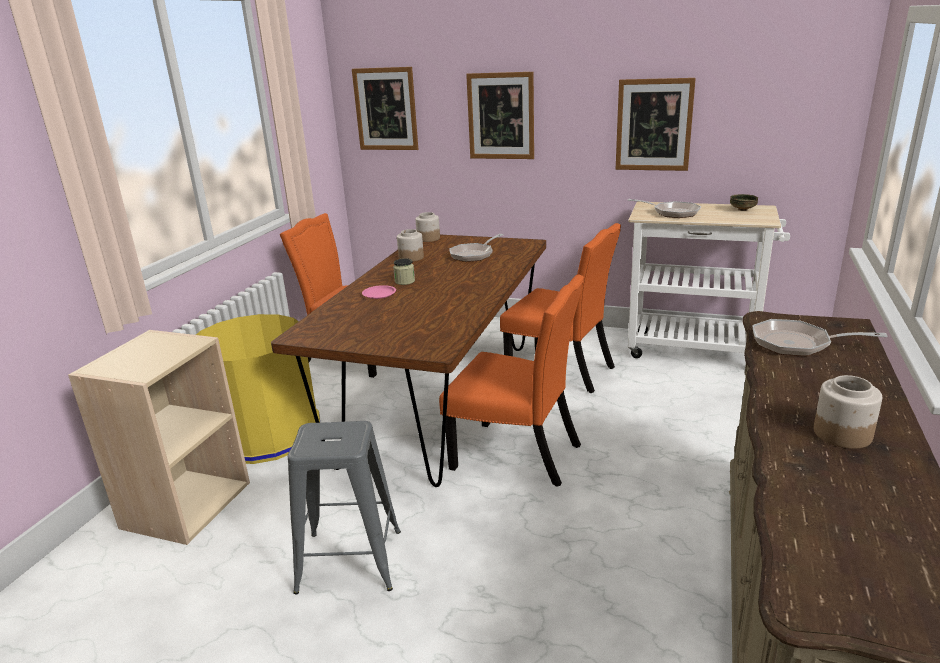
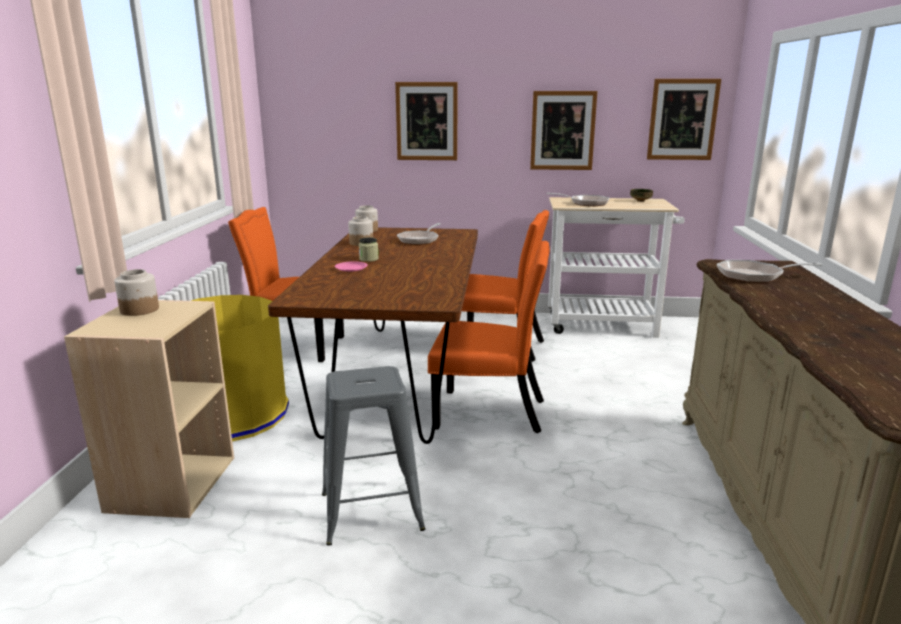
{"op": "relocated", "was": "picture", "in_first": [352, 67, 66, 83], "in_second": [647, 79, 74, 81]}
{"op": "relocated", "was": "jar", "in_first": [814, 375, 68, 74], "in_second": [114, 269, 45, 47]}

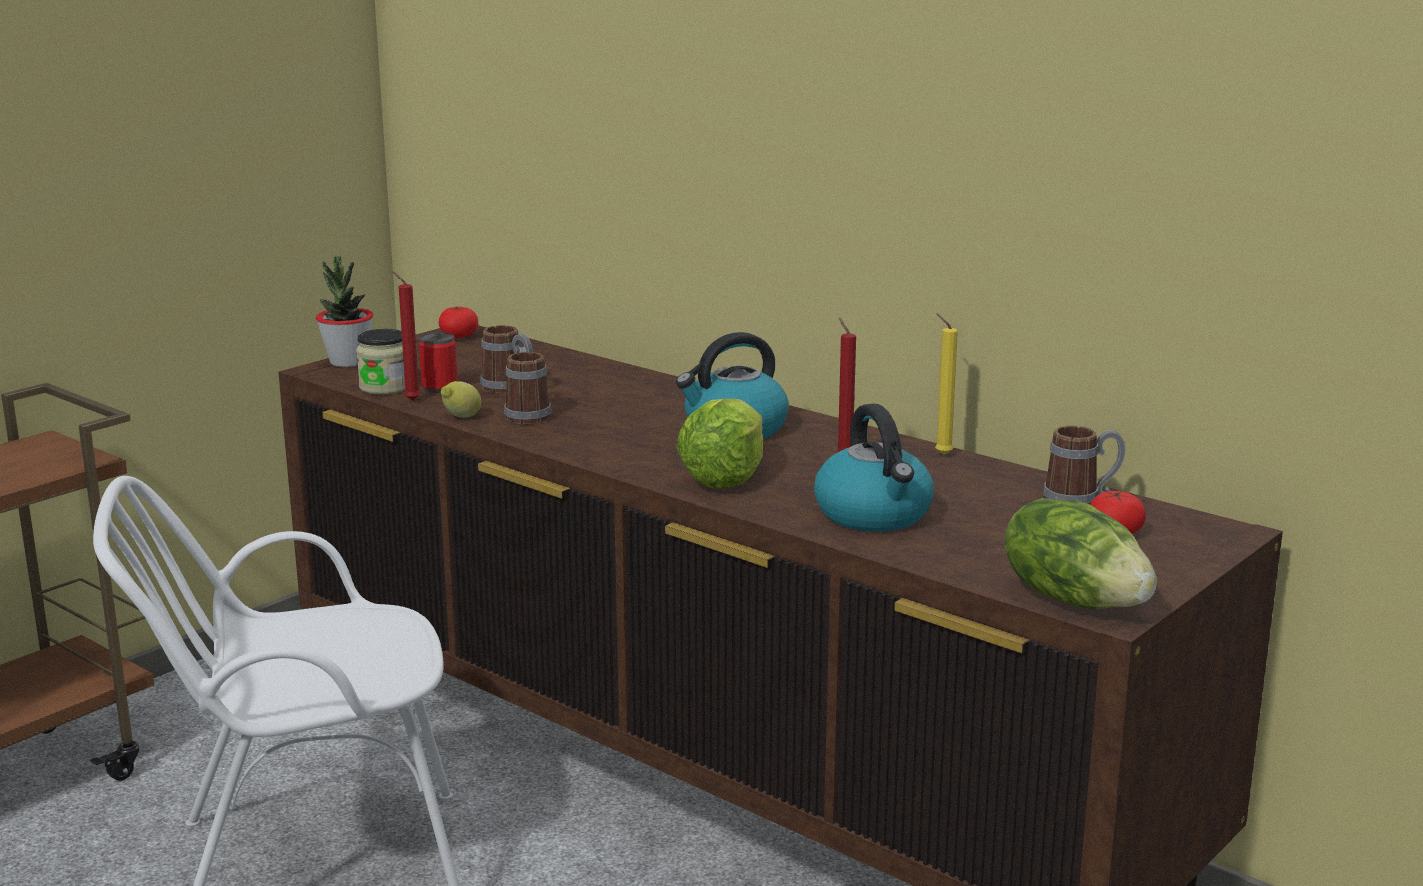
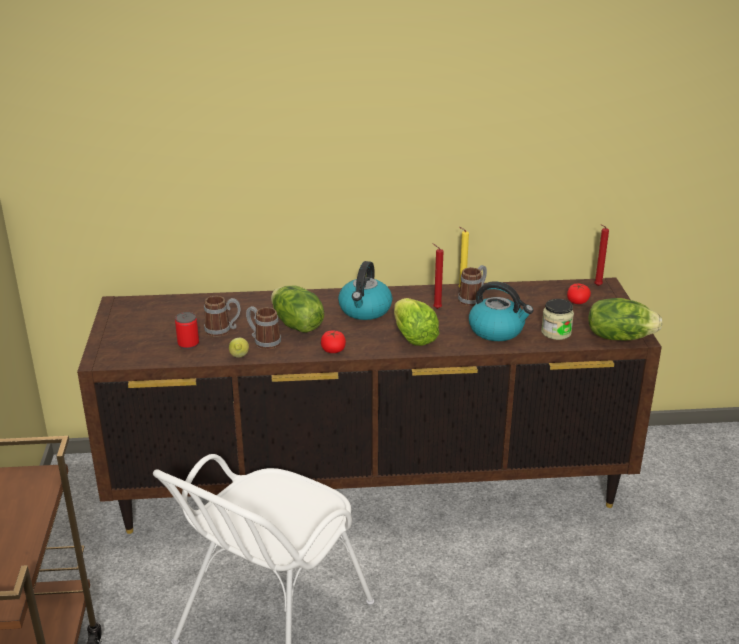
{"op": "missing", "was": "potted plant", "in_first": [316, 256, 57, 111]}
{"op": "relocated", "was": "candle in red", "in_first": [392, 271, 29, 130], "in_second": [594, 224, 15, 62]}
{"op": "relocated", "was": "tomato", "in_first": [439, 306, 39, 32], "in_second": [321, 331, 25, 22]}
{"op": "relocated", "was": "jar", "in_first": [356, 329, 49, 66], "in_second": [541, 299, 33, 41]}
{"op": "relocated", "was": "mug", "in_first": [1043, 426, 83, 78], "in_second": [458, 265, 29, 41]}
{"op": "appeared", "now": "lettuce", "in_second": [271, 286, 53, 47]}

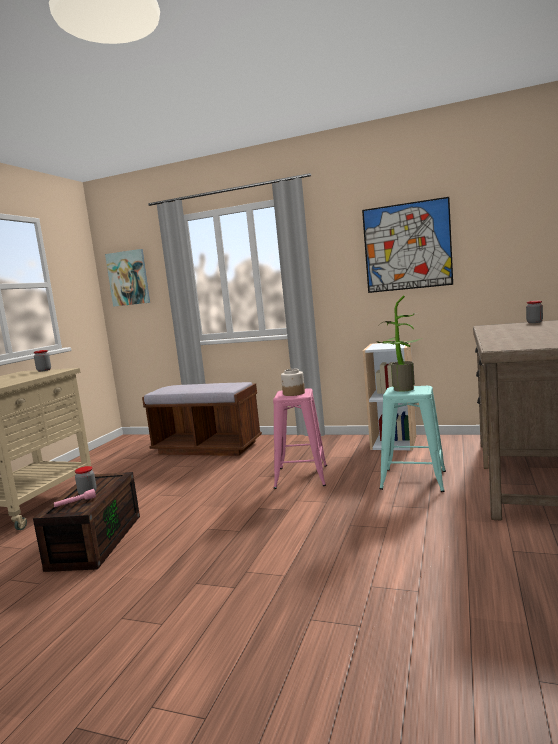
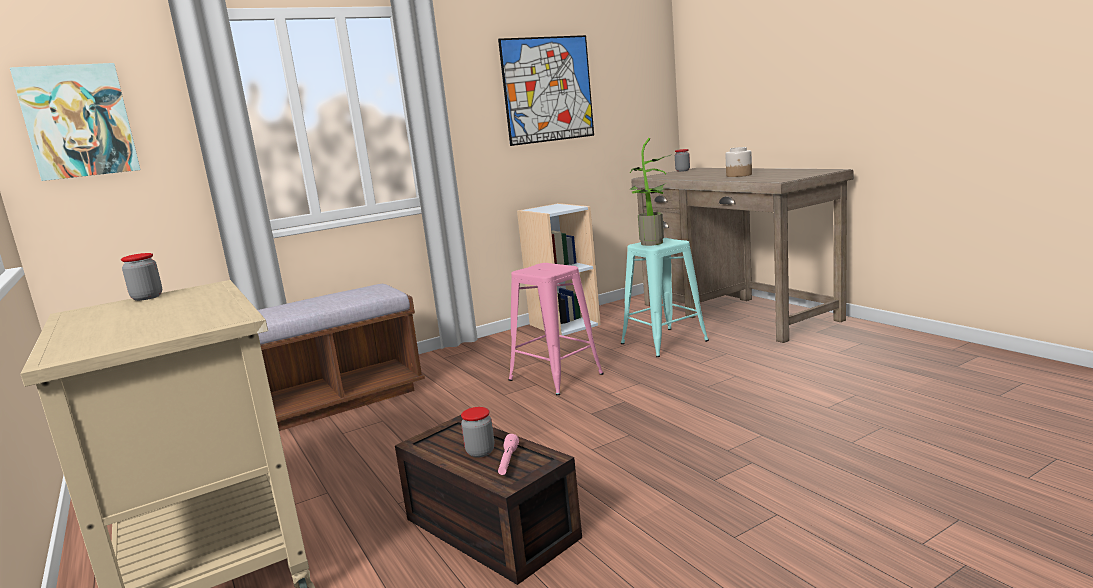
{"op": "relocated", "was": "jar", "in_first": [281, 369, 24, 27], "in_second": [725, 147, 27, 30]}

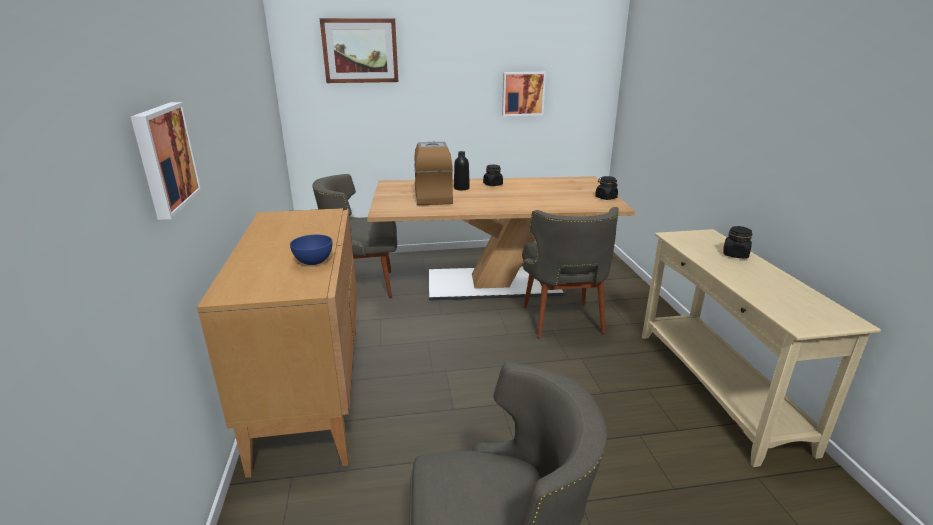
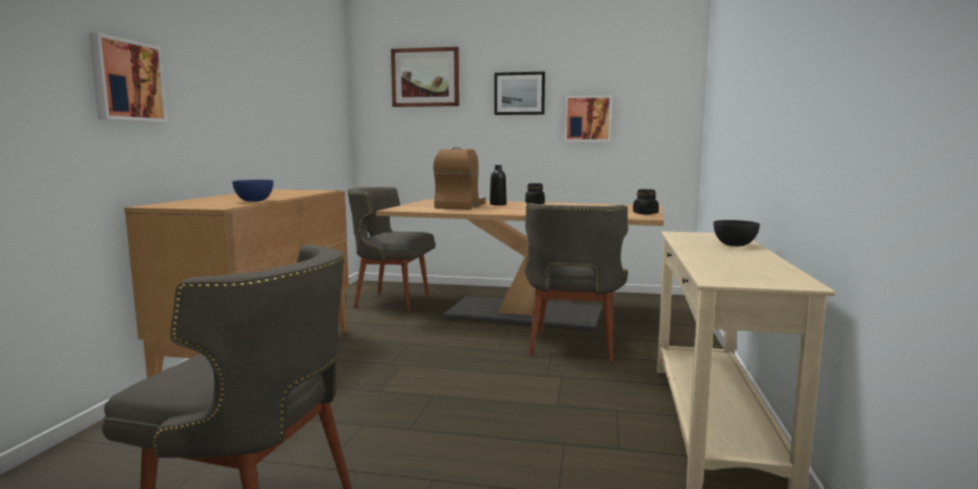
{"op": "exchanged", "was": "jar in black", "now": "bowl in grey", "in_first": [723, 226, 29, 33], "in_second": [714, 220, 46, 26]}
{"op": "appeared", "now": "picture", "in_second": [494, 72, 51, 43]}

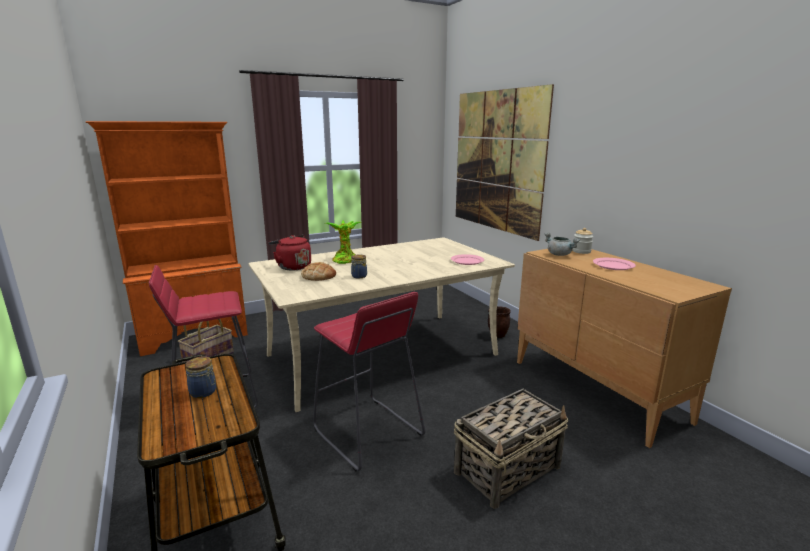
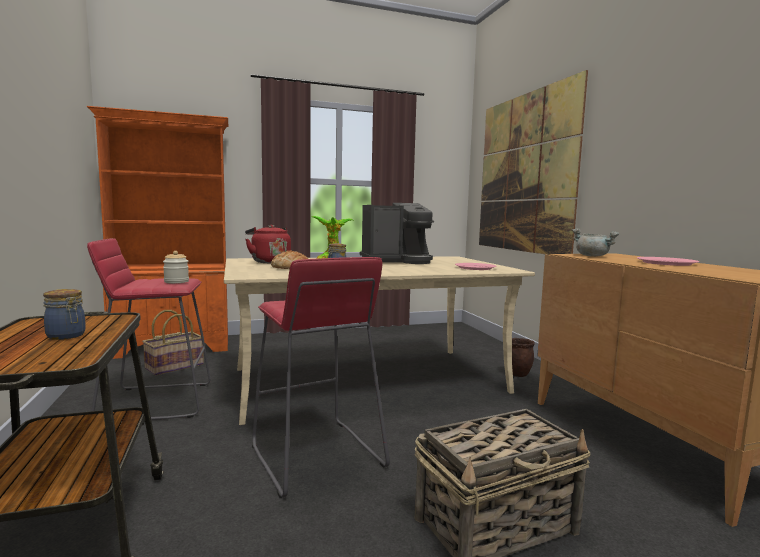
{"op": "relocated", "was": "jar", "in_first": [573, 228, 20, 26], "in_second": [163, 251, 26, 32]}
{"op": "appeared", "now": "coffee machine", "in_second": [360, 203, 74, 61]}

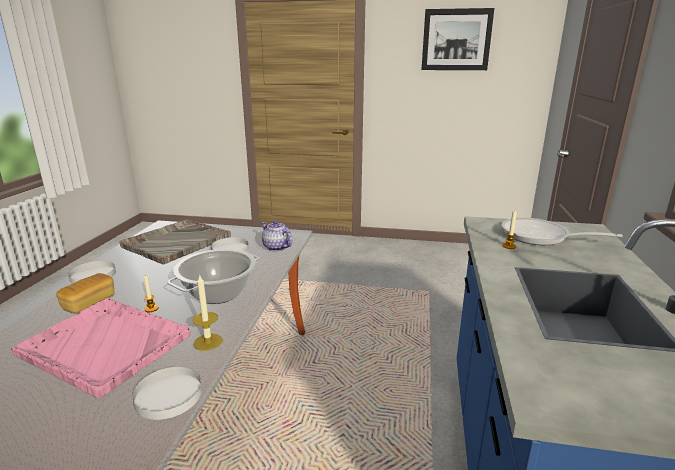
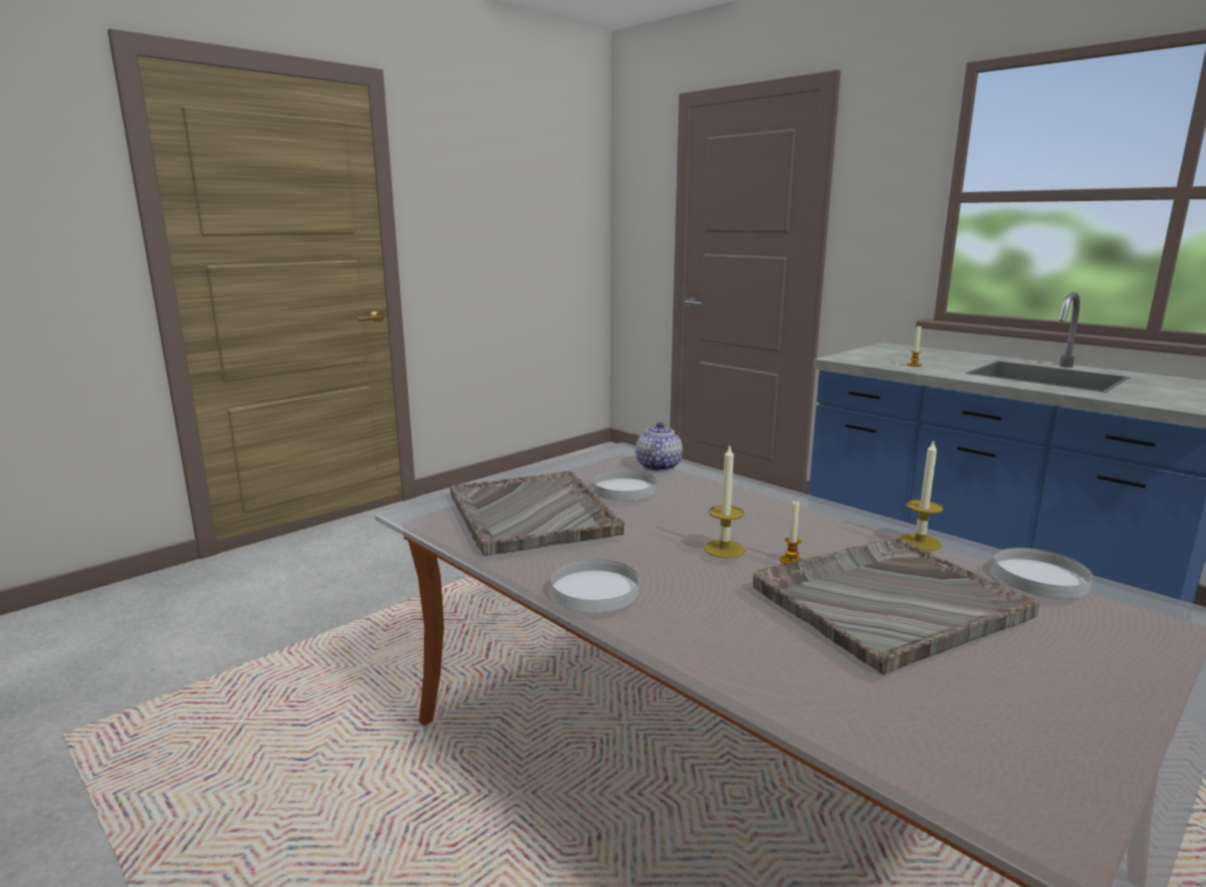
{"op": "missing", "was": "picture", "in_first": [422, 8, 72, 62]}
{"op": "missing", "was": "frying pan", "in_first": [502, 218, 121, 27]}
{"op": "spun", "was": "teapot", "in_first": [261, 221, 31, 30], "in_second": [636, 422, 47, 50], "clockwise": 105}
{"op": "missing", "was": "cooking pot", "in_first": [167, 249, 93, 55]}
{"op": "missing", "was": "bread", "in_first": [56, 273, 59, 40]}
{"op": "colour", "was": "tray in pink", "now": "tray in grey", "in_first": [11, 298, 179, 100], "in_second": [753, 537, 287, 138]}
{"op": "appeared", "now": "candle", "in_second": [704, 444, 41, 114]}

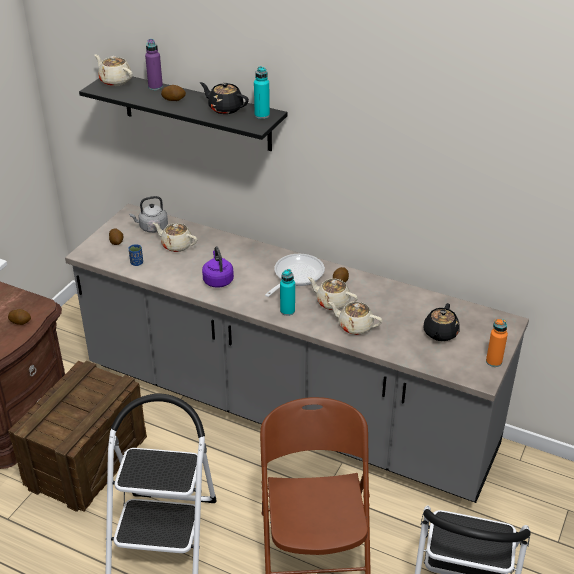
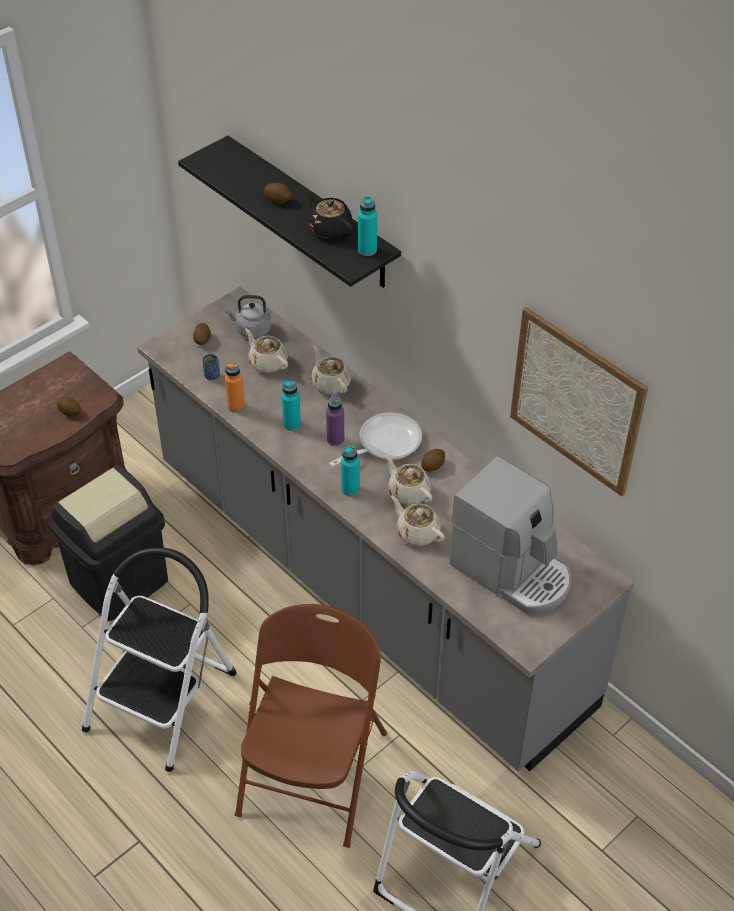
{"op": "relocated", "was": "bottle in purple", "in_first": [145, 39, 18, 51], "in_second": [326, 393, 18, 53]}
{"op": "relocated", "was": "teapot in beige", "in_first": [94, 54, 39, 32], "in_second": [311, 346, 40, 48]}
{"op": "exchanged", "was": "kettle in purple", "now": "bottle in turquoise", "in_first": [202, 247, 32, 41], "in_second": [282, 380, 19, 51]}
{"op": "exchanged", "was": "teapot in black", "now": "coffee machine", "in_first": [423, 303, 37, 38], "in_second": [449, 456, 122, 157]}
{"op": "relocated", "was": "bottle in orange", "in_first": [486, 319, 22, 48], "in_second": [225, 362, 20, 51]}
{"op": "exchanged", "was": "crate", "now": "trash can in black", "in_first": [8, 360, 139, 152], "in_second": [47, 465, 121, 156]}
{"op": "appeared", "now": "picture", "in_second": [510, 307, 138, 190]}

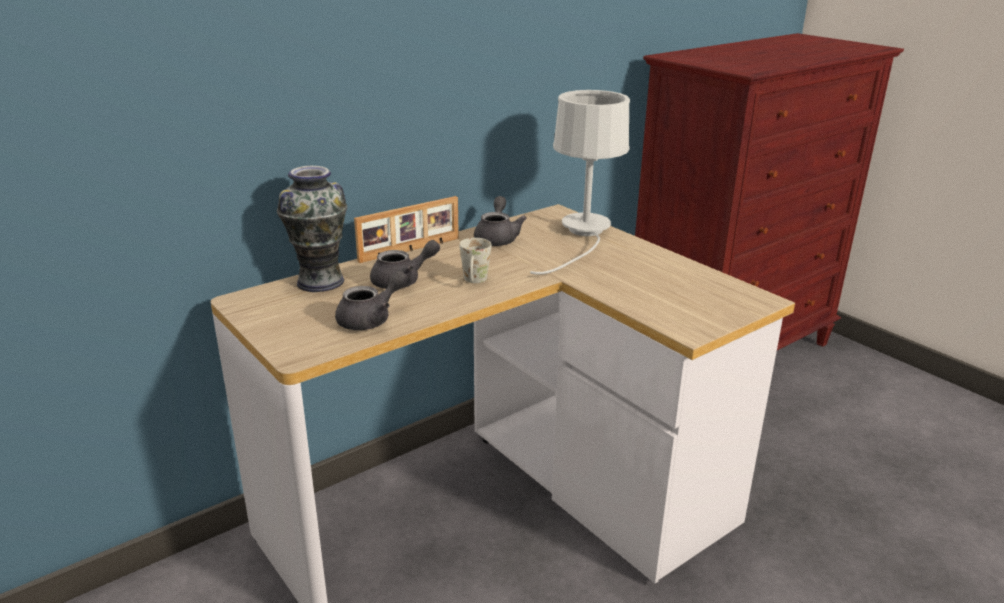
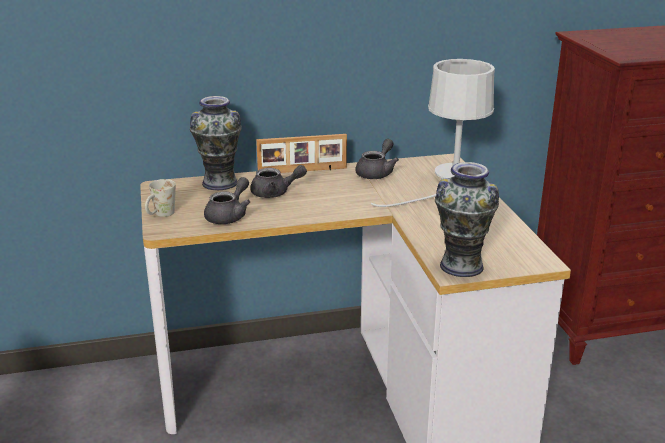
{"op": "relocated", "was": "mug in white", "in_first": [459, 238, 33, 45], "in_second": [145, 179, 31, 38]}
{"op": "spun", "was": "teapot in grey", "in_first": [335, 271, 73, 59], "in_second": [204, 177, 46, 47], "clockwise": -45}
{"op": "appeared", "now": "vase", "in_second": [435, 162, 64, 115]}

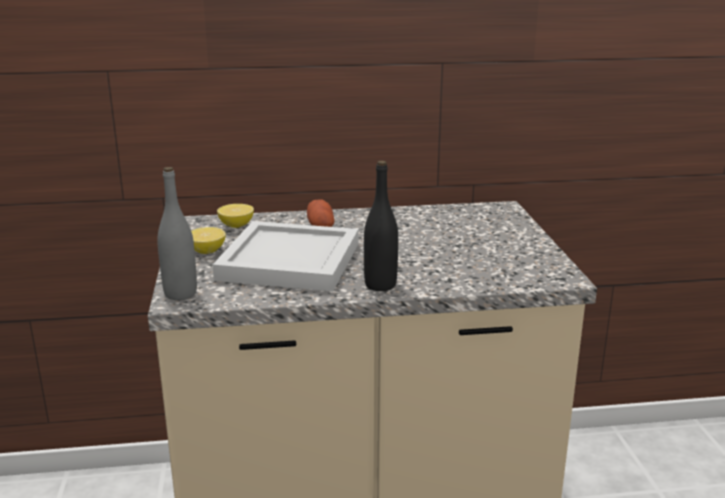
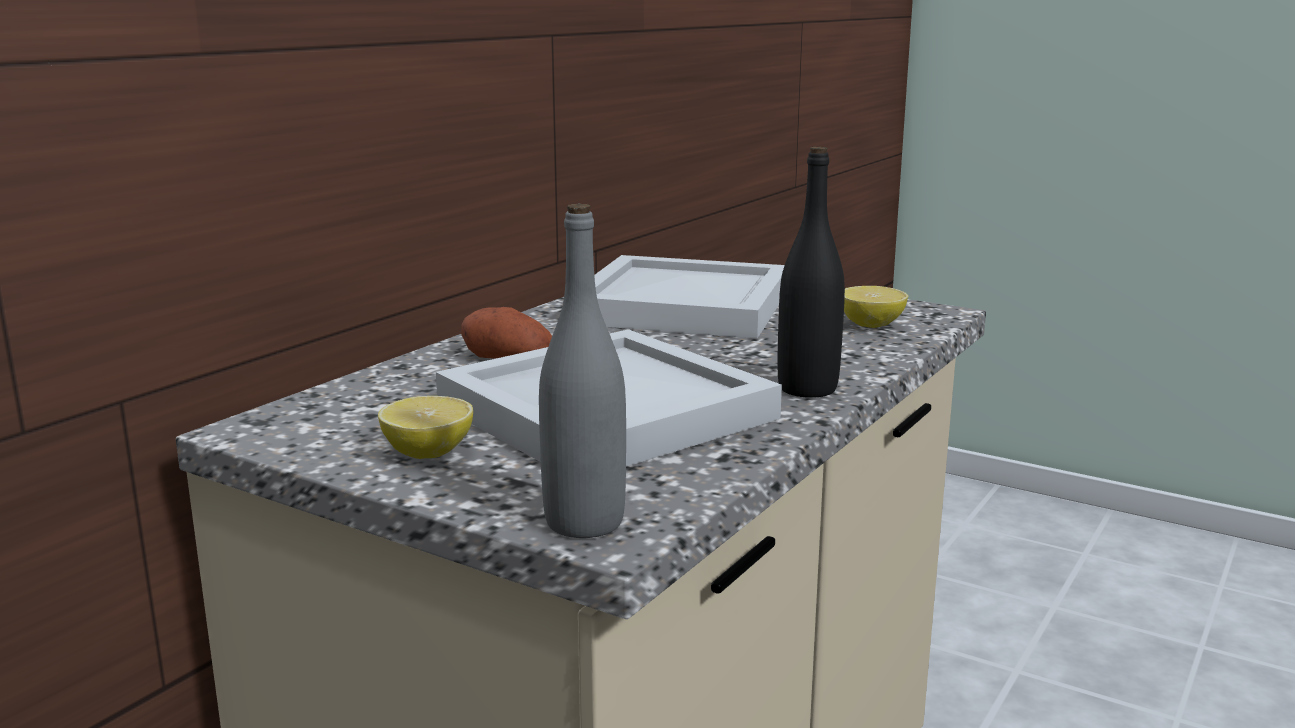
{"op": "relocated", "was": "lemon", "in_first": [217, 204, 37, 24], "in_second": [844, 286, 64, 42]}
{"op": "appeared", "now": "tray in white", "in_second": [594, 255, 190, 84]}

